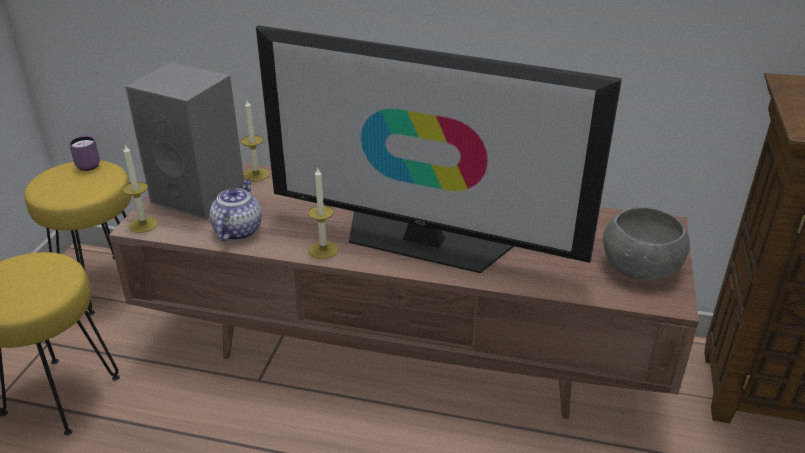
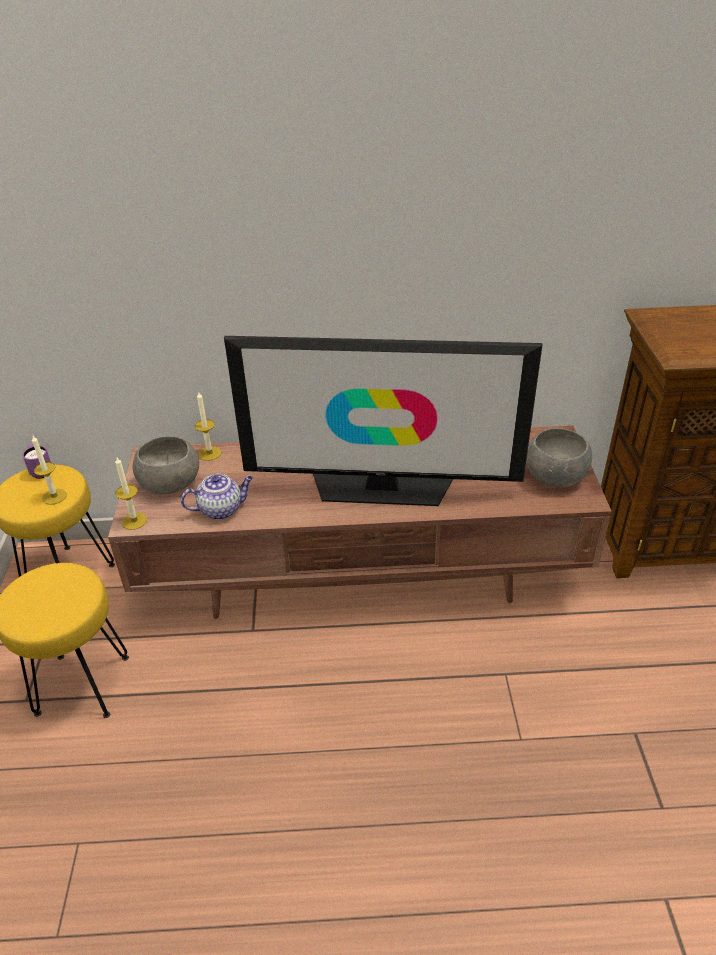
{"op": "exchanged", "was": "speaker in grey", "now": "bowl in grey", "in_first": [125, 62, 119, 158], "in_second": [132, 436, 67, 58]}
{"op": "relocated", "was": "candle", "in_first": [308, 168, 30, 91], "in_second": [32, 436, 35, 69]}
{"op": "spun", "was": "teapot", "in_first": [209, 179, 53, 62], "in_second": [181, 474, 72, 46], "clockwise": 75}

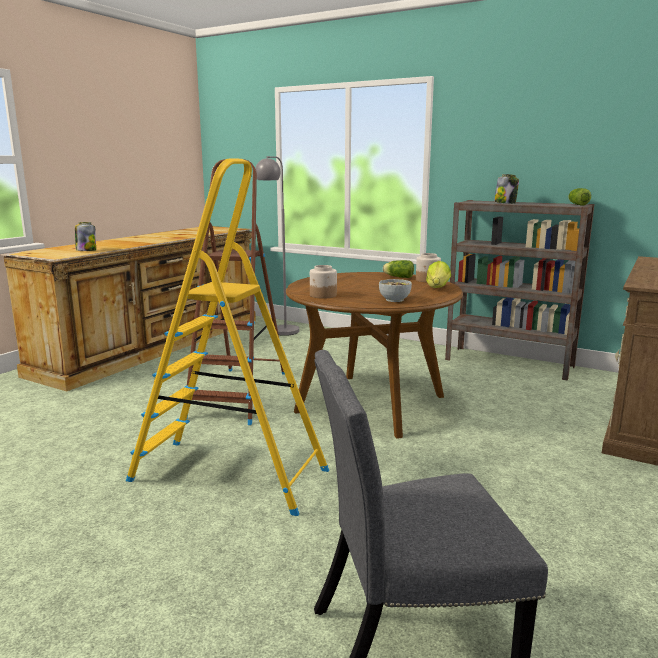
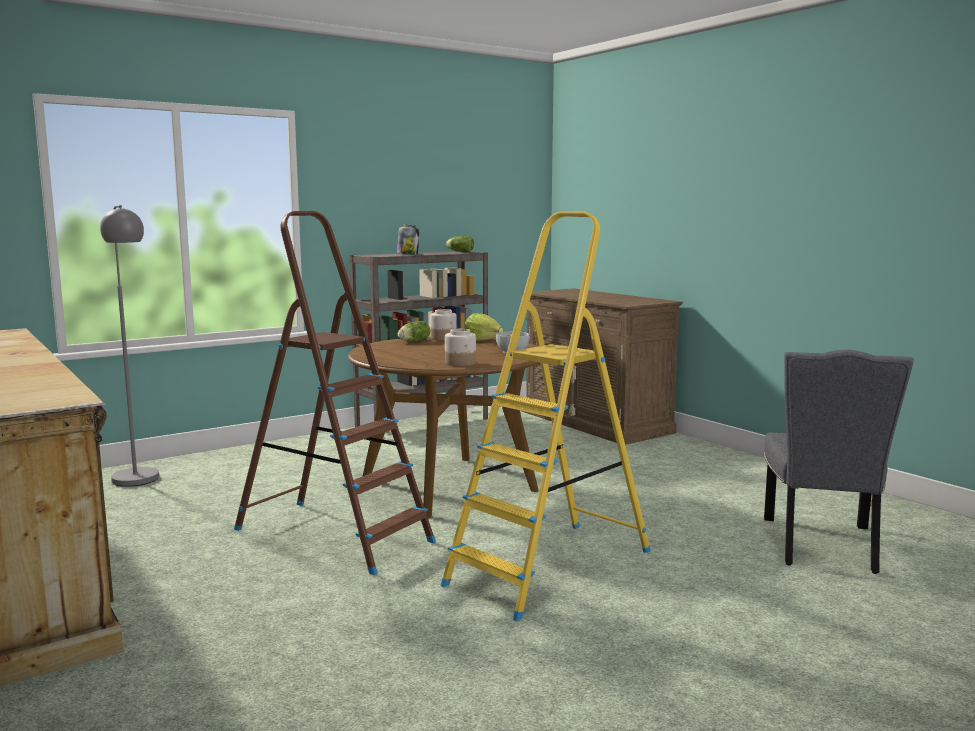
{"op": "missing", "was": "jar", "in_first": [75, 222, 21, 29]}

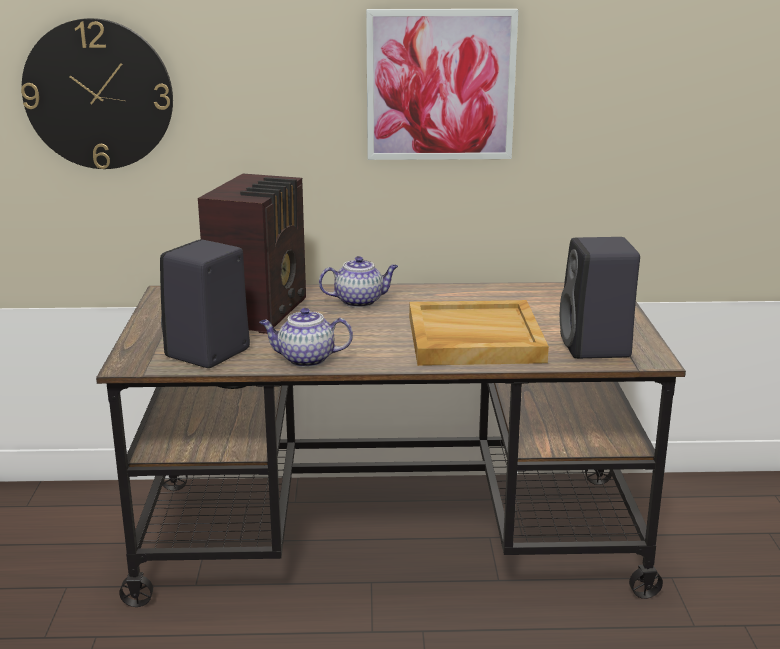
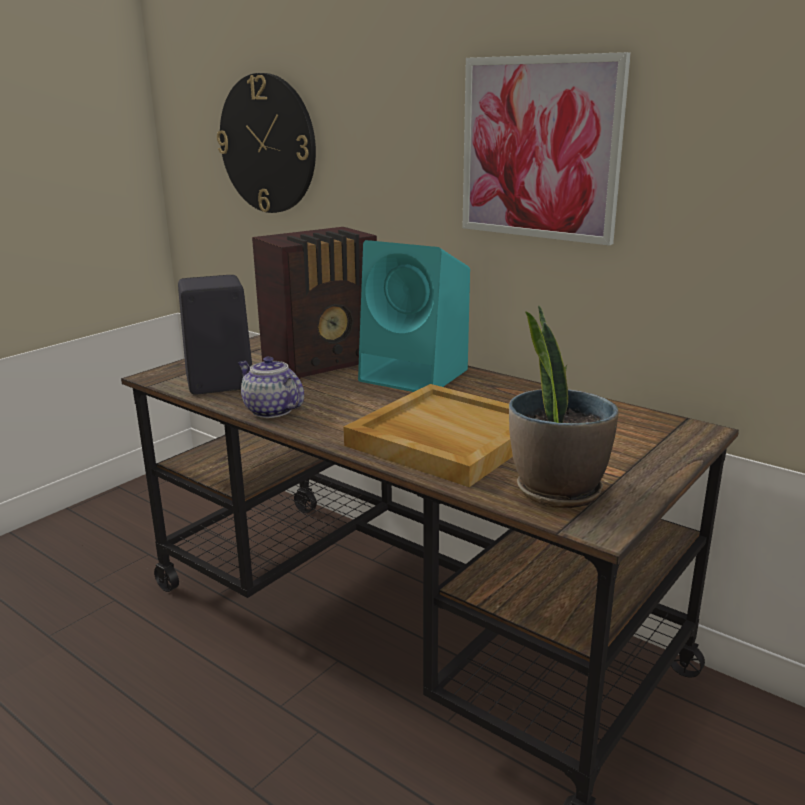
{"op": "exchanged", "was": "speaker in black", "now": "potted plant", "in_first": [560, 237, 80, 122], "in_second": [509, 305, 110, 203]}
{"op": "exchanged", "was": "teapot", "now": "speaker in turquoise", "in_first": [319, 256, 79, 52], "in_second": [358, 240, 112, 152]}

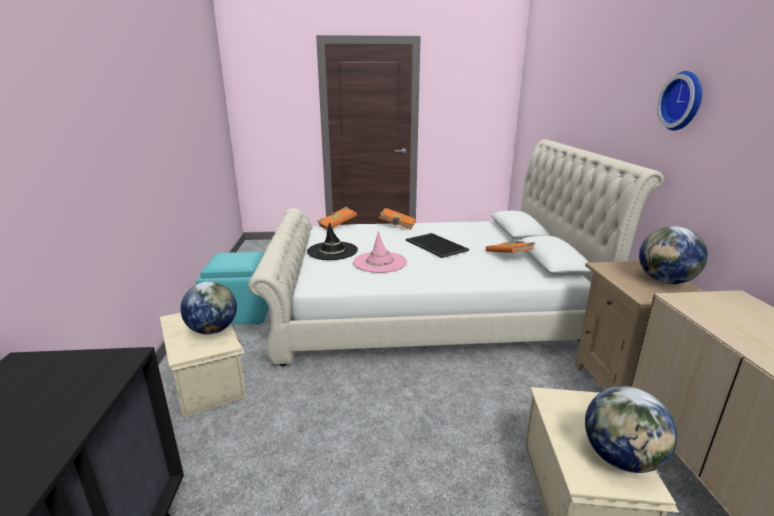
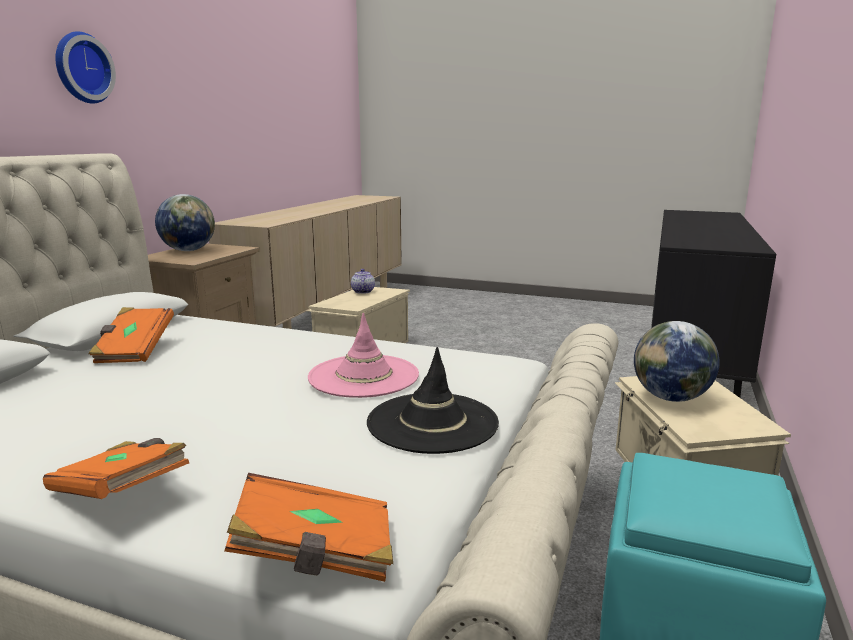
{"op": "missing", "was": "tray", "in_first": [406, 233, 63, 25]}
{"op": "exchanged", "was": "globe", "now": "teapot", "in_first": [585, 386, 92, 87], "in_second": [351, 269, 24, 25]}

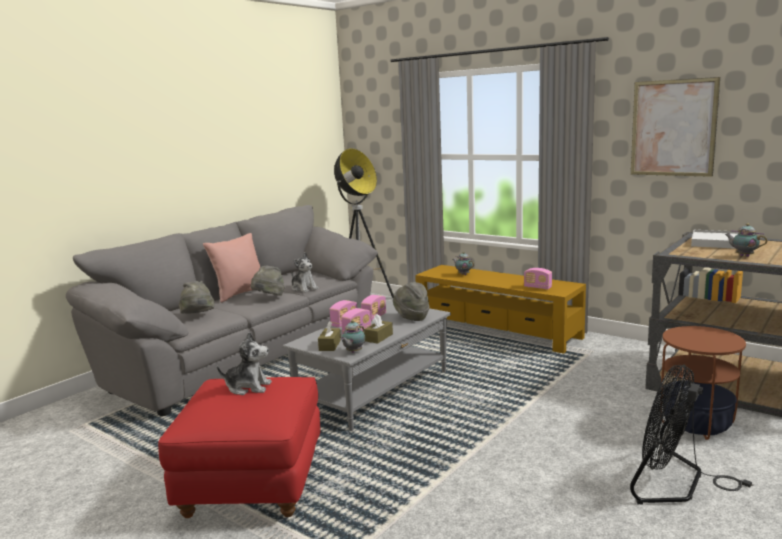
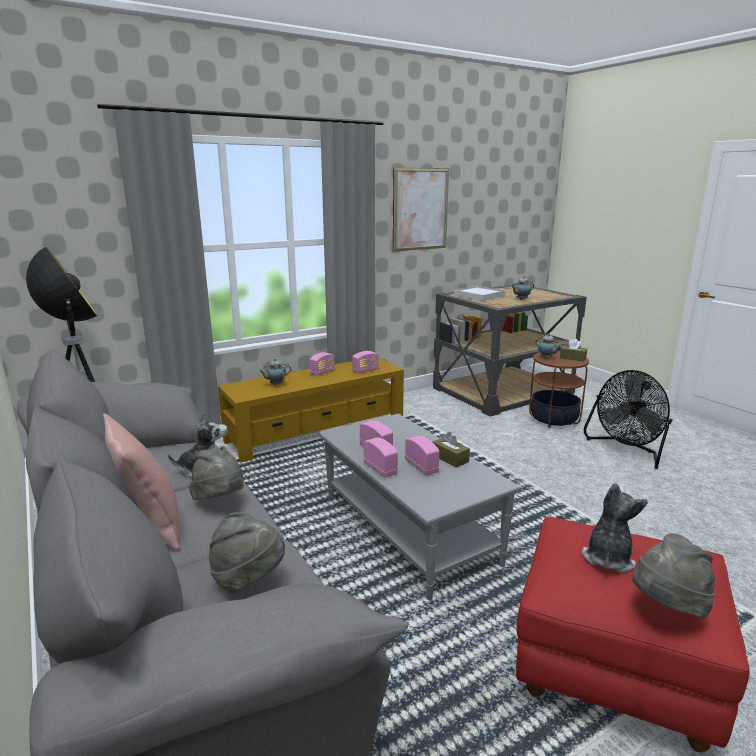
{"op": "relocated", "was": "hat in grey", "in_first": [393, 282, 36, 39], "in_second": [632, 533, 83, 85]}
{"op": "relocated", "was": "teapot", "in_first": [340, 320, 25, 33], "in_second": [535, 333, 27, 26]}
{"op": "relocated", "was": "tissue box in brown", "in_first": [318, 321, 23, 30], "in_second": [560, 339, 27, 22]}
{"op": "appeared", "now": "radio", "in_second": [309, 352, 26, 24]}

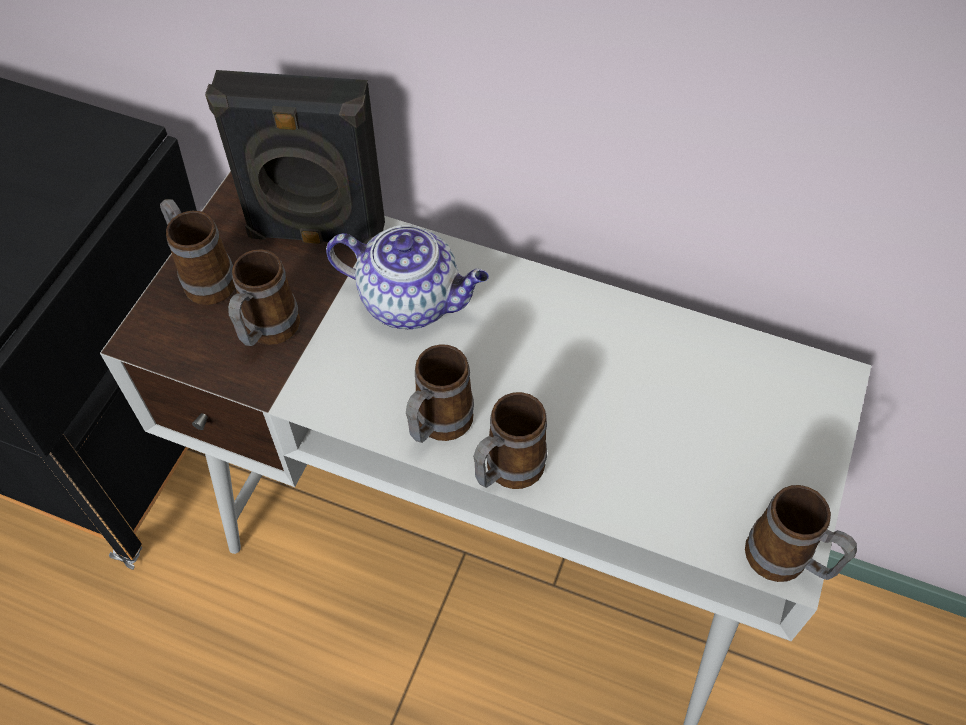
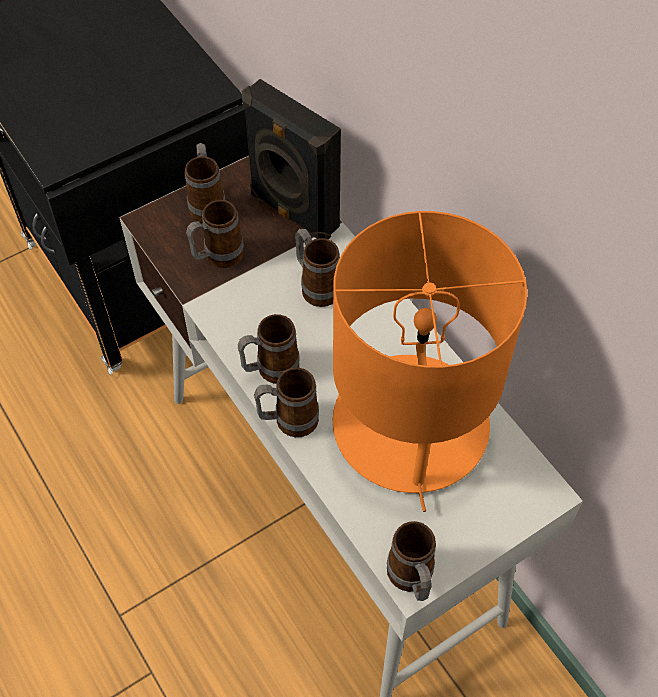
{"op": "exchanged", "was": "teapot", "now": "mug", "in_first": [326, 225, 163, 104], "in_second": [295, 229, 45, 78]}
{"op": "appeared", "now": "table lamp in orange", "in_second": [333, 211, 194, 301]}

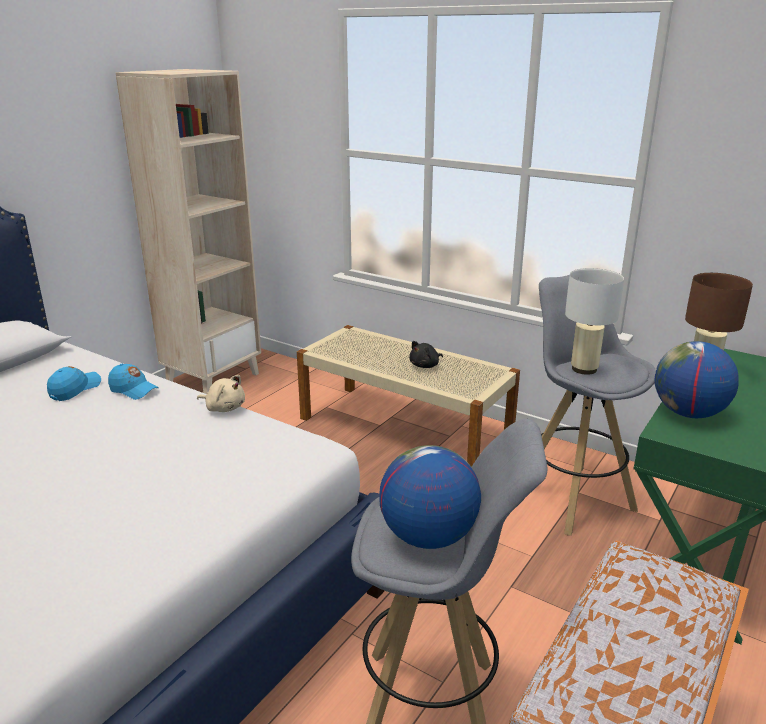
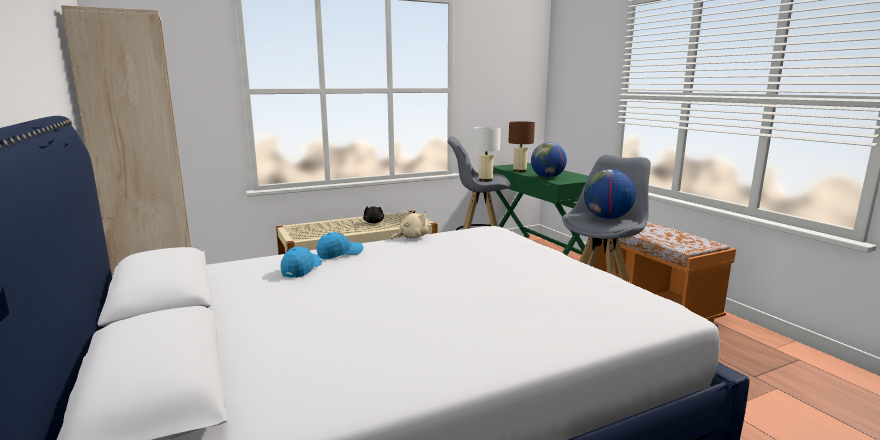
{"op": "spun", "was": "cap in blue", "in_first": [47, 366, 54, 35], "in_second": [281, 246, 41, 32], "clockwise": 45}

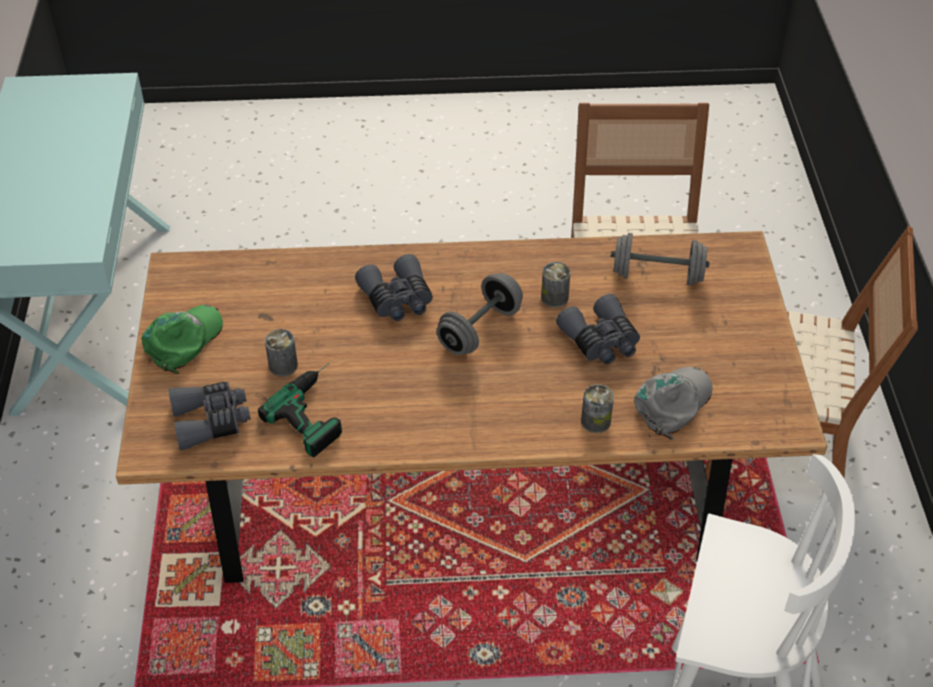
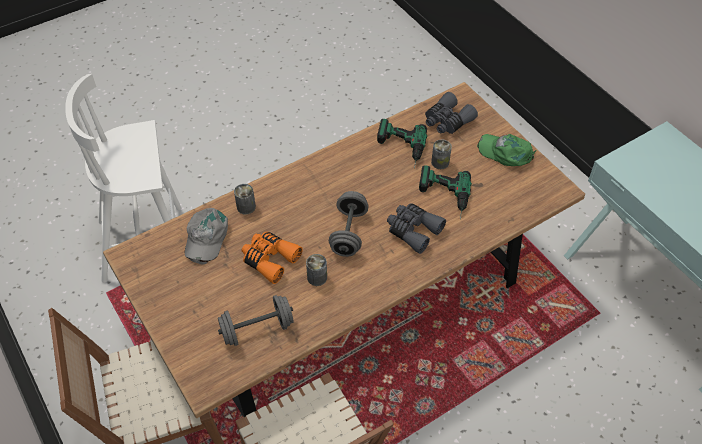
{"op": "colour", "was": "binoculars in grey", "now": "binoculars in orange", "in_first": [556, 294, 84, 70], "in_second": [242, 232, 61, 52]}
{"op": "spun", "was": "cap in green", "in_first": [141, 305, 82, 69], "in_second": [477, 134, 60, 32], "clockwise": 120}
{"op": "appeared", "now": "power drill", "in_second": [419, 165, 53, 54]}

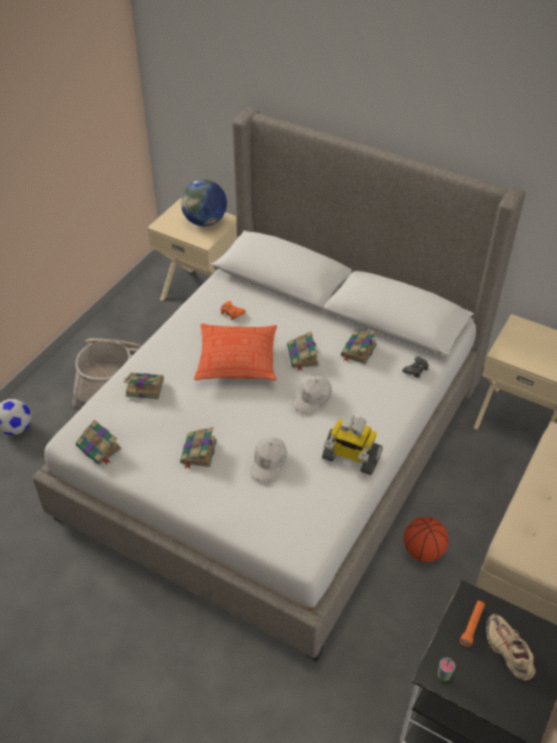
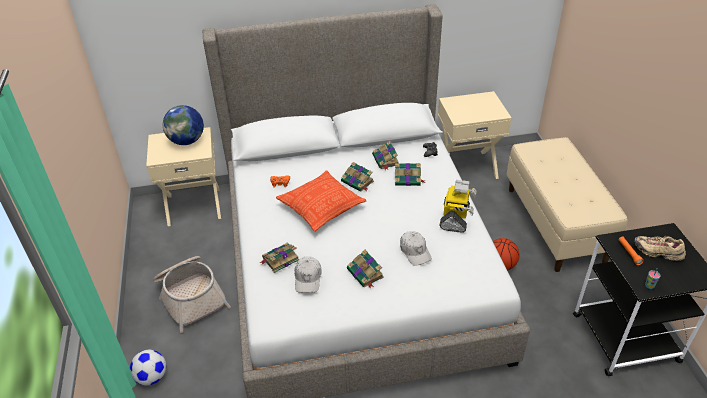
{"op": "relocated", "was": "cap in white", "in_first": [291, 376, 41, 39], "in_second": [295, 256, 27, 37]}
{"op": "spun", "was": "toy robot", "in_first": [322, 414, 61, 61], "in_second": [440, 180, 36, 53], "clockwise": -60}
{"op": "relocated", "was": "book", "in_first": [76, 420, 46, 45], "in_second": [395, 163, 31, 23]}

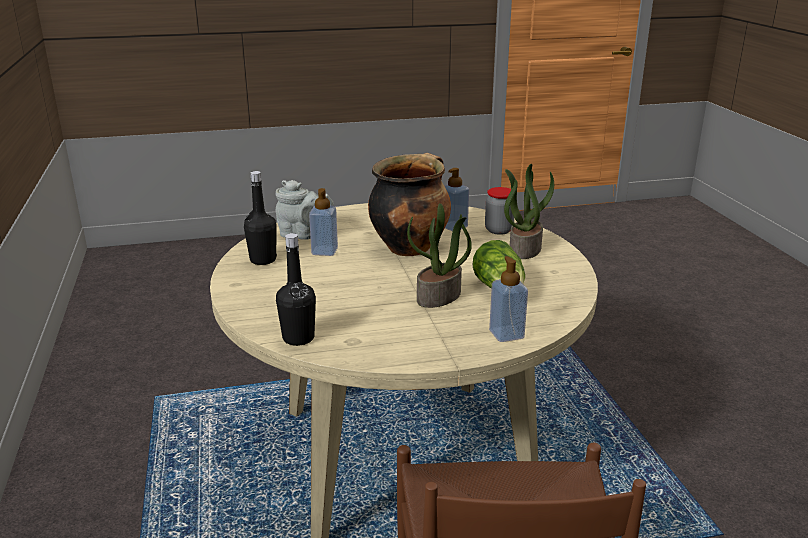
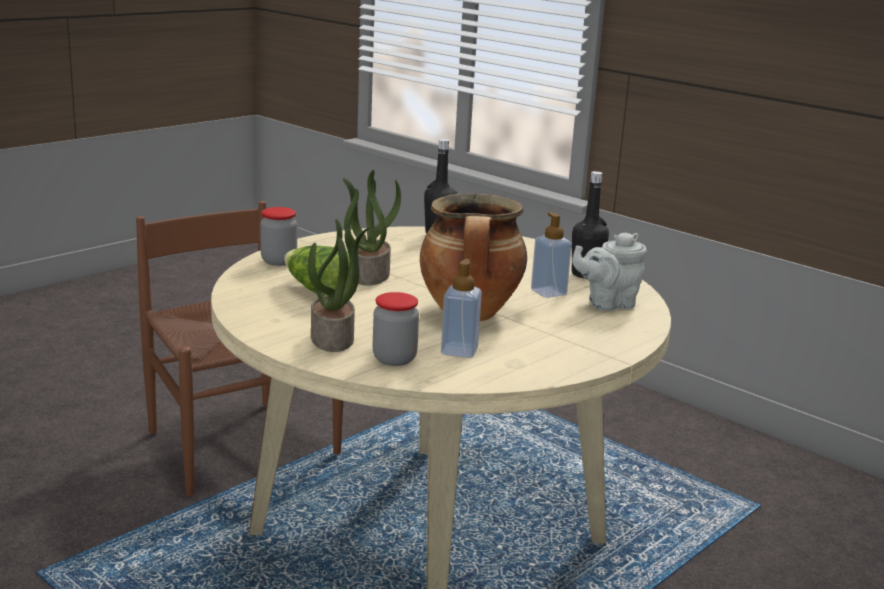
{"op": "exchanged", "was": "soap dispenser", "now": "jar", "in_first": [489, 256, 39, 86], "in_second": [260, 207, 37, 59]}

